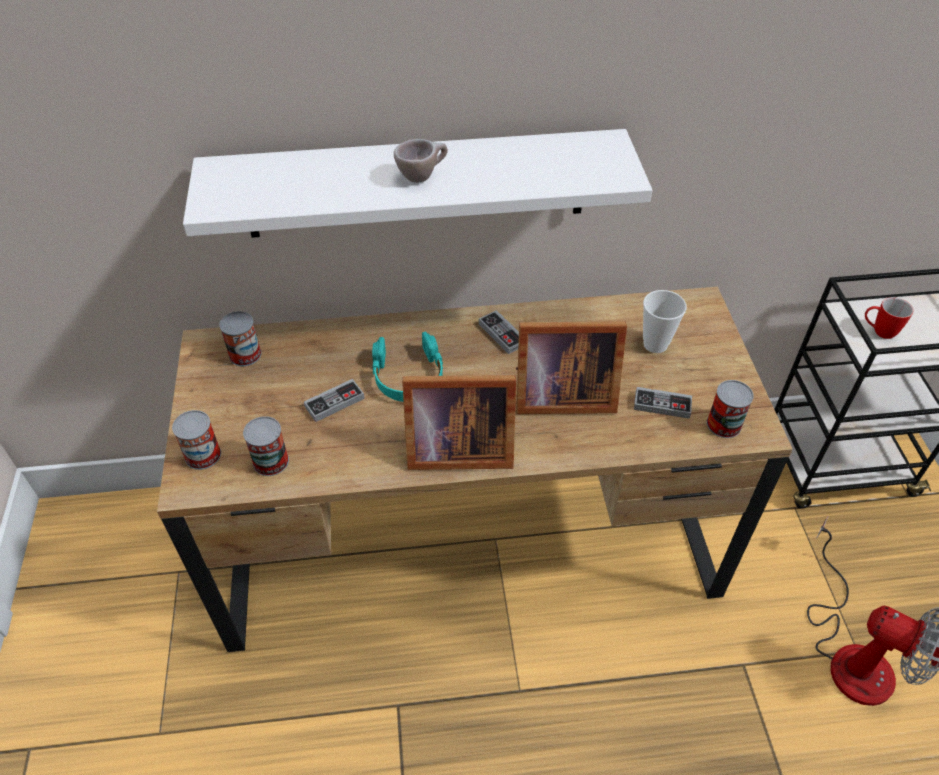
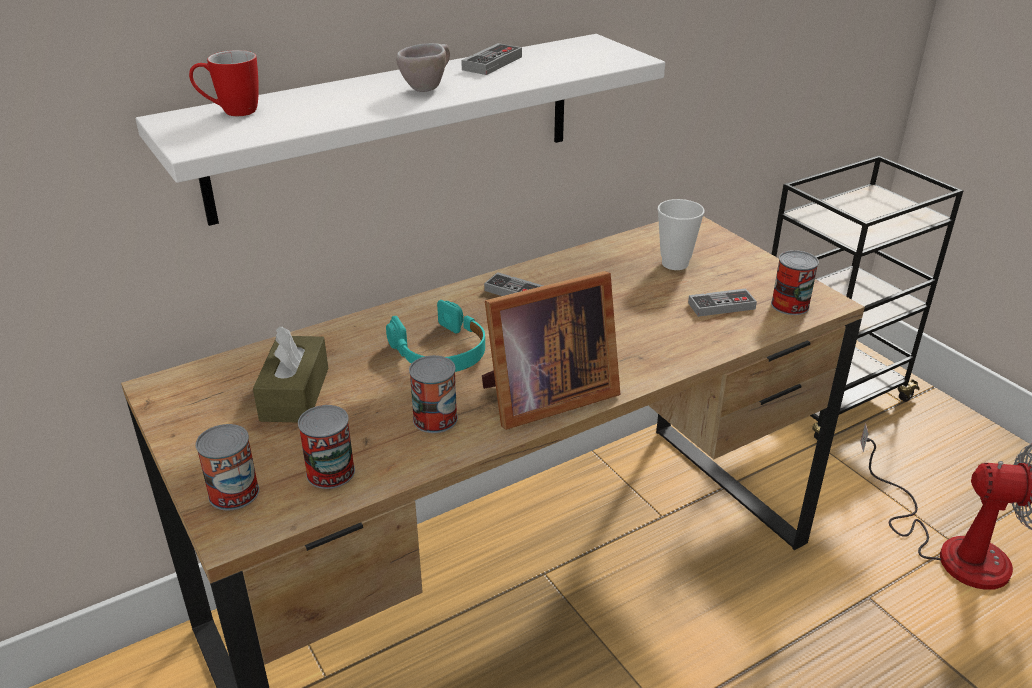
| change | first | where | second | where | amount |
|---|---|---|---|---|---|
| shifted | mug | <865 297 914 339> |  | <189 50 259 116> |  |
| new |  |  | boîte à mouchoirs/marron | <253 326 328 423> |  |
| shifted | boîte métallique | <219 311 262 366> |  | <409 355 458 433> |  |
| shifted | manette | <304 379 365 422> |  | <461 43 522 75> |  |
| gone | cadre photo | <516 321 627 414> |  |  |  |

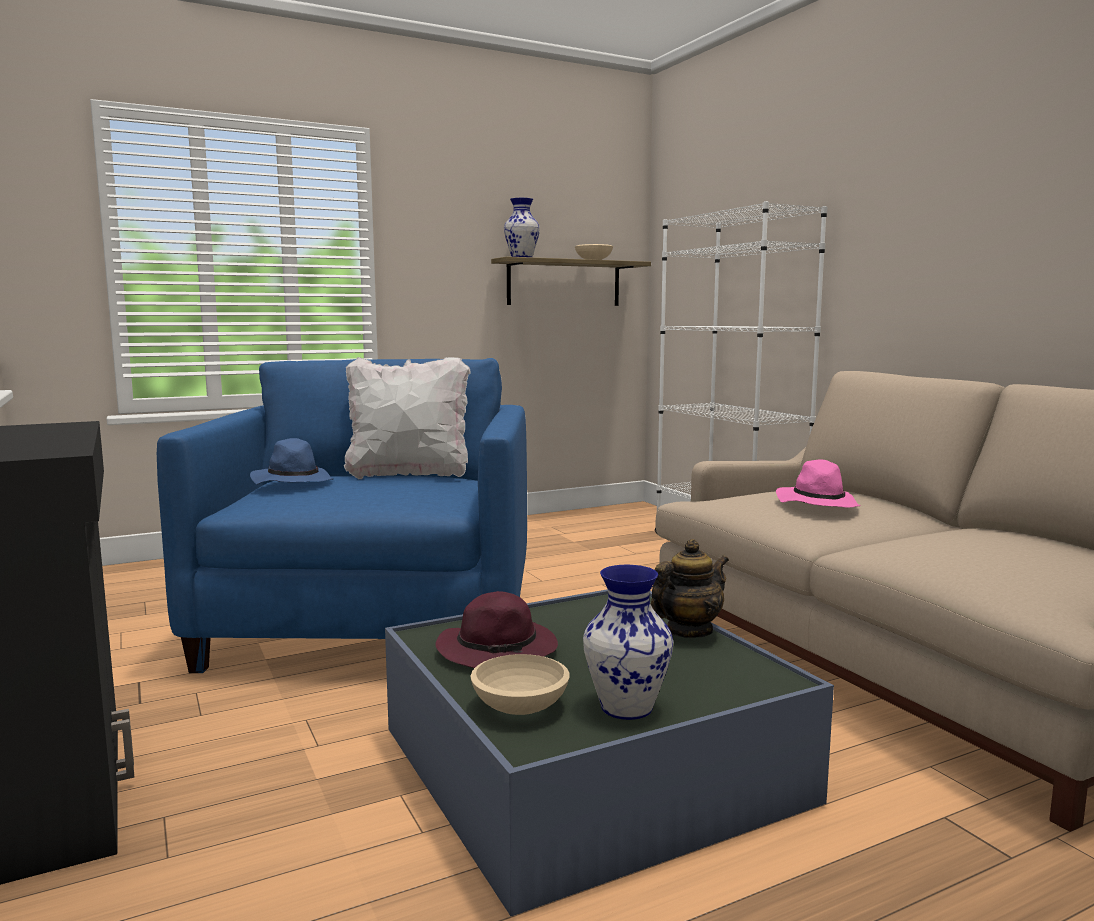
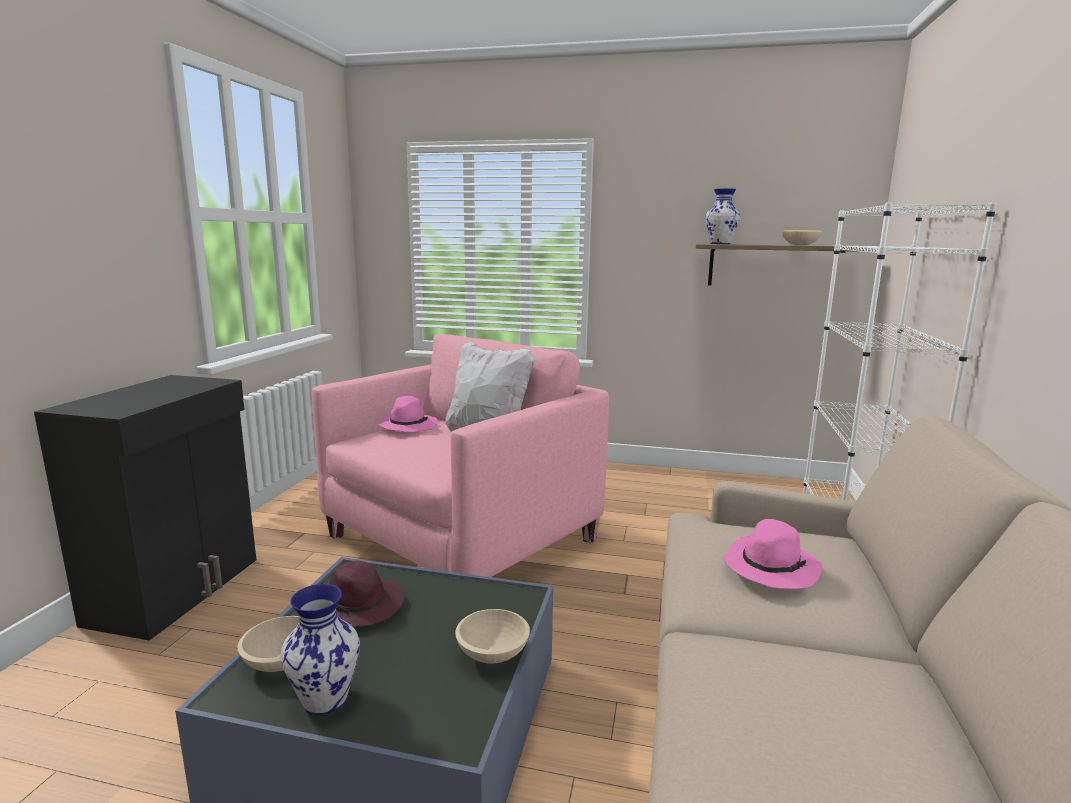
| change | first | where | second | where | amount |
|---|---|---|---|---|---|
| repainted | fauteuil/bleu | <157 358 527 673> | fauteuil/rose | <312 334 609 577> |  |
| repainted | chapeau/bleu | <250 438 334 485> | chapeau/rose | <378 396 437 432> |  |
| swapped | théière | <651 539 729 638> | bol/beige | <455 609 530 664> |  |

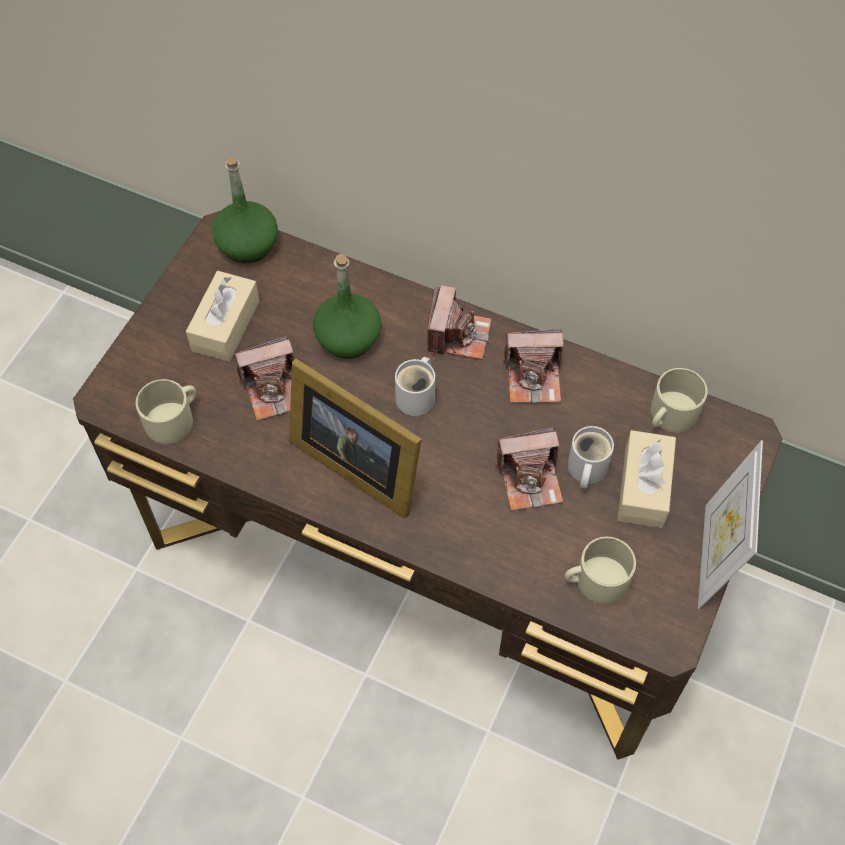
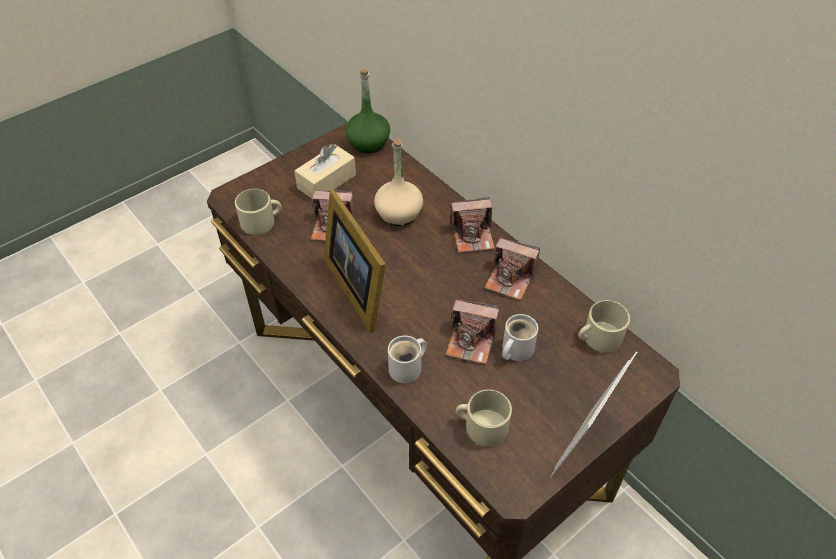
| change | first | where | second | where | amount |
|---|---|---|---|---|---|
| repainted | bouteille/vert | <313 254 381 359> | bouteille/beige | <374 139 423 226> |  |
| shifted | mug/blanc | <395 357 435 416> |  | <388 336 427 383> |  |
| rotated | appareil photo | <427 285 492 360> |  | <449 197 495 253> | 45 degrees clockwise |
| gone | boîte à mouchoirs/beige | <617 430 676 528> |  |  |  |

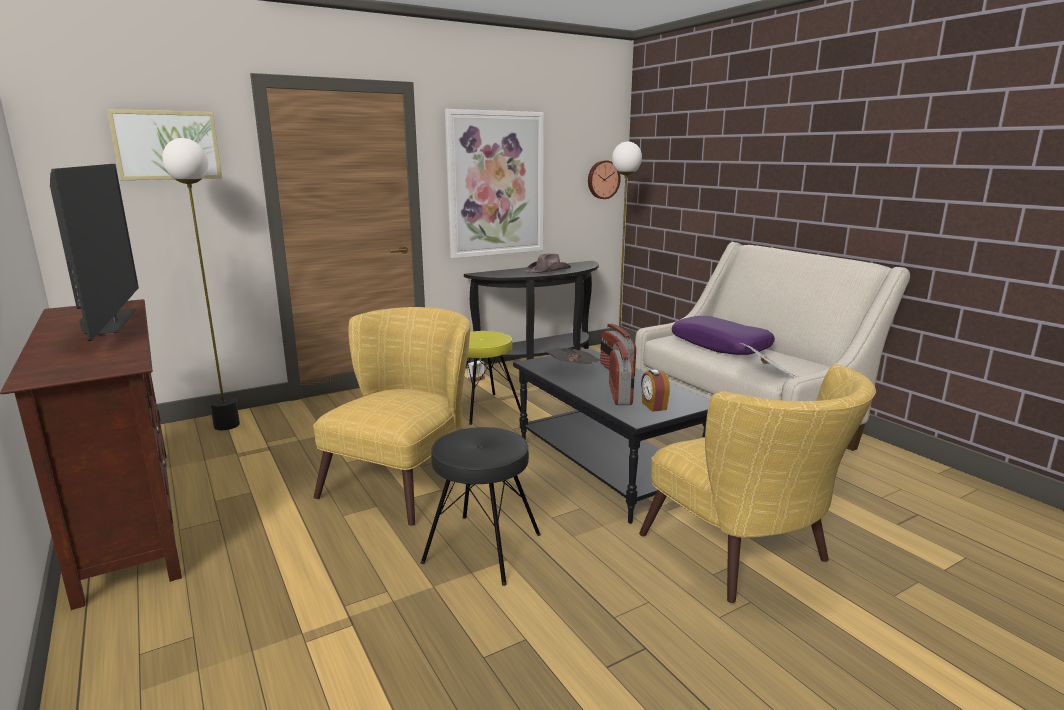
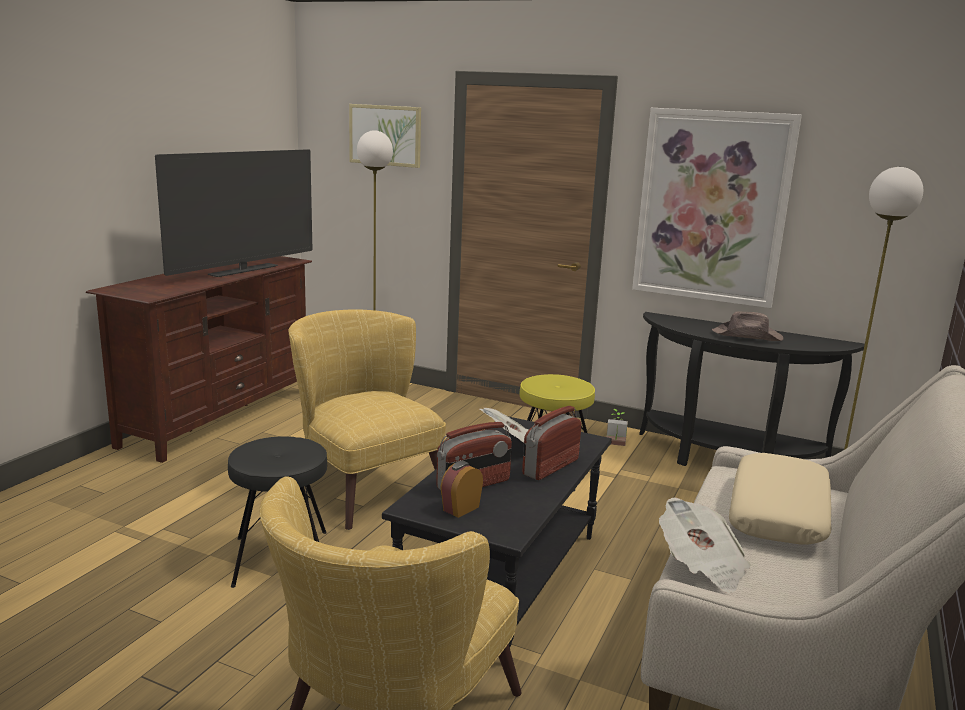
| change | first | where | second | where | amount |
|---|---|---|---|---|---|
| rotated | fauteuil/jaune | <313 307 471 526> |  | <288 309 446 530> | 120 degrees counterclockwise |
| repainted | coussin/violet | <672 316 775 355> | coussin/beige | <729 453 831 544> |  |
| gone | horloge murale | <588 160 621 199> |  |  |  |

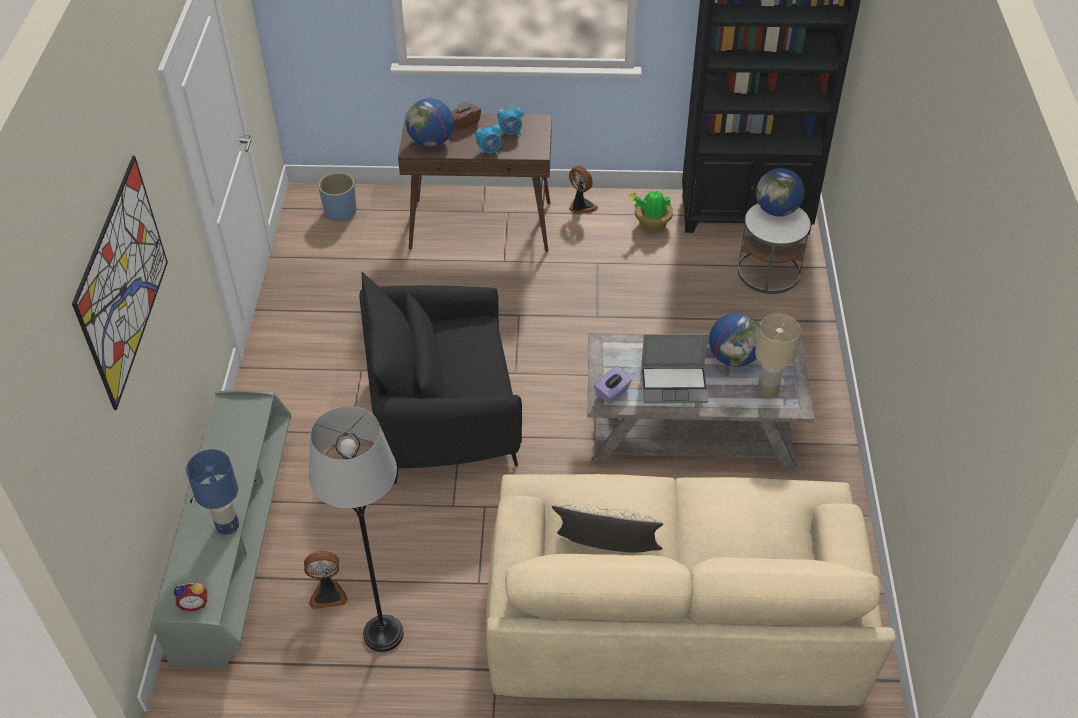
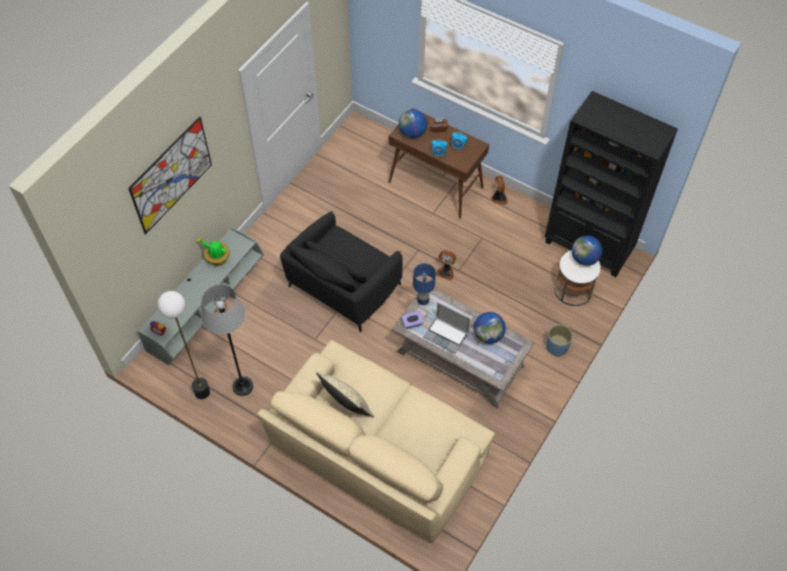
| change | first | where | second | where | amount |
|---|---|---|---|---|---|
| new |  |  | lampadaire | <157 291 210 399> |  |
| shifted | plante en pot | <629 189 673 232> |  | <197 237 230 266> |  |
| rotated | fauteuil/noir | <359 272 522 484> |  | <280 211 403 332> | 75 degrees counterclockwise |
| shifted | lampe de table/bleu | <186 449 239 535> |  | <413 263 436 305> |  |
| shifted | ventilateur | <304 551 347 609> |  | <436 250 456 280> |  |
| shifted | cache-pot/bleu | <318 173 357 221> |  | <546 324 573 357> |  |
| gone | lampe de table/beige | <755 314 801 398> |  |  |  |

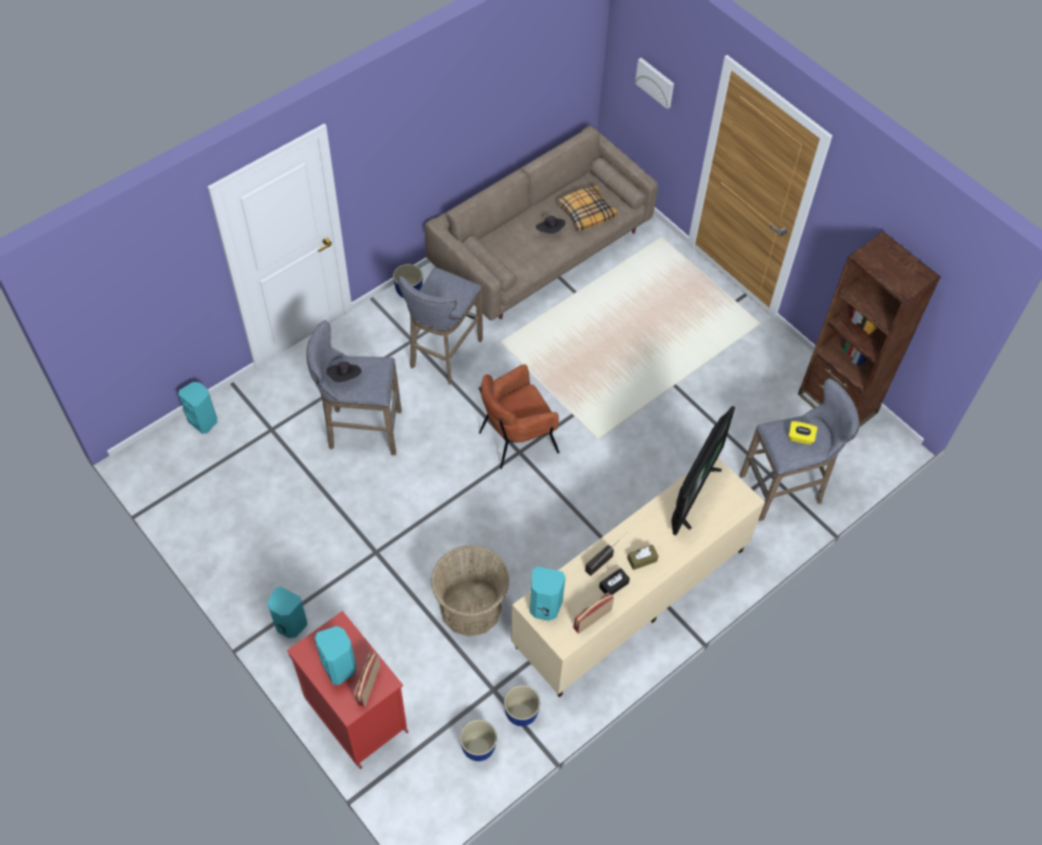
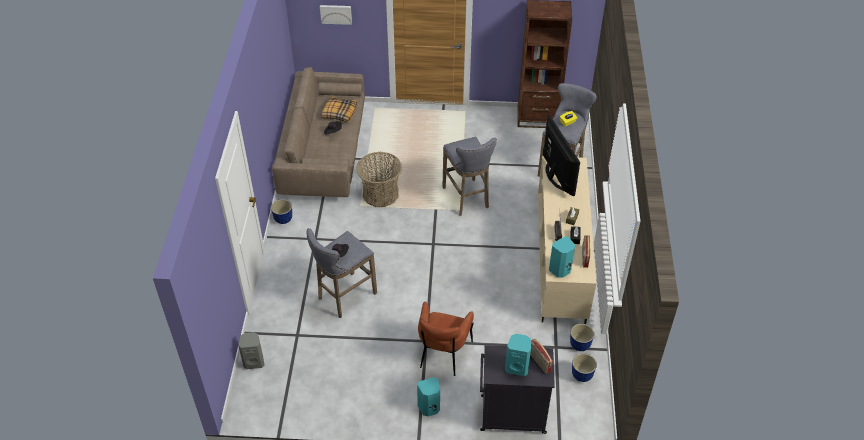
| change | first | where | second | where | amount |
|---|---|---|---|---|---|
| repainted | enceinte/turquoise | <178 382 217 434> | enceinte/gris | <238 332 264 369> |  |
| shifted | panier | <431 545 509 637> |  | <356 152 402 207> |  |
| shifted | fauteuil/marron | <479 365 559 469> |  | <418 301 474 376> |  |
| shifted | tabouret/gris | <398 267 483 384> |  | <443 137 497 216> |  |
| repainted | meuble de rangement/rouge | <287 611 409 769> | meuble de rangement/noir | <480 345 555 434> |  |

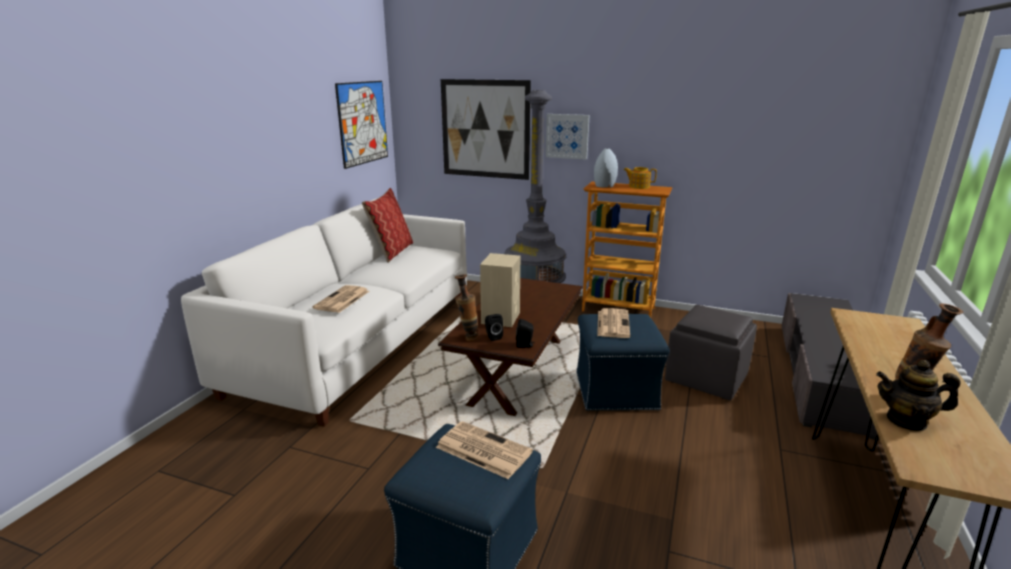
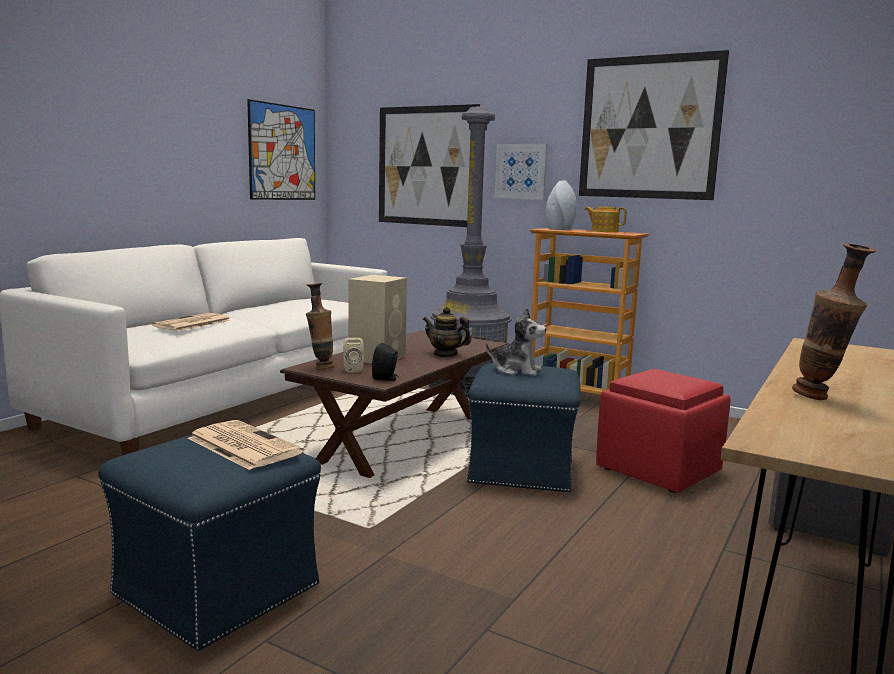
| change | first | where | second | where | amount |
|---|---|---|---|---|---|
| repainted | enceinte/noir | <485 314 503 341> | enceinte/beige | <343 338 364 373> |  |
| shifted | théière | <876 360 961 431> |  | <423 307 471 357> |  |
| swapped | journal | <597 308 630 338> | peluche | <486 308 546 376> |  |
| new |  |  | tableau | <579 50 729 200> |  |
| repainted | pouf/gris | <665 305 757 400> | pouf/rouge | <596 369 730 493> |  |
| gone | coussin | <362 188 413 263> |  |  |  |

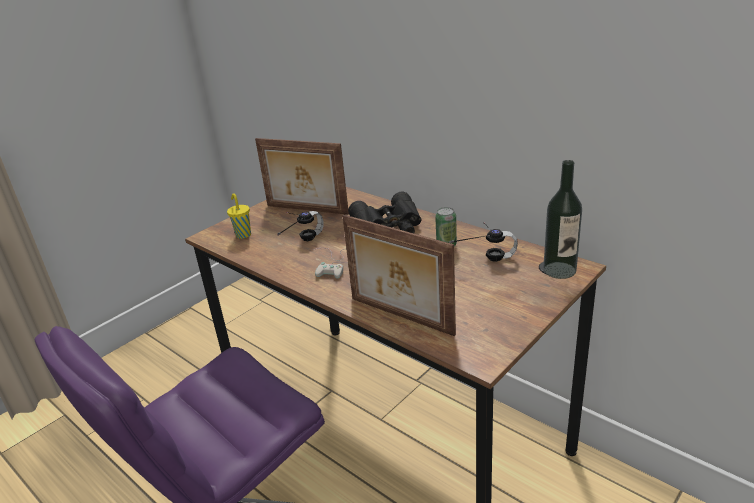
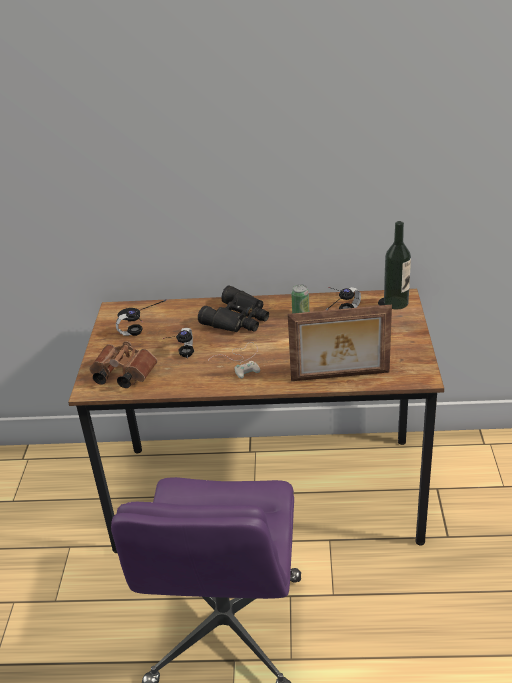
| change | first | where | second | where | amount |
|---|---|---|---|---|---|
| swapped | tasse/jaune | <227 193 251 239> | jumelles/marron | <89 341 157 388> |  |
| swapped | cadre photo | <255 138 349 215> | casque audio | <116 299 167 336> |  |

